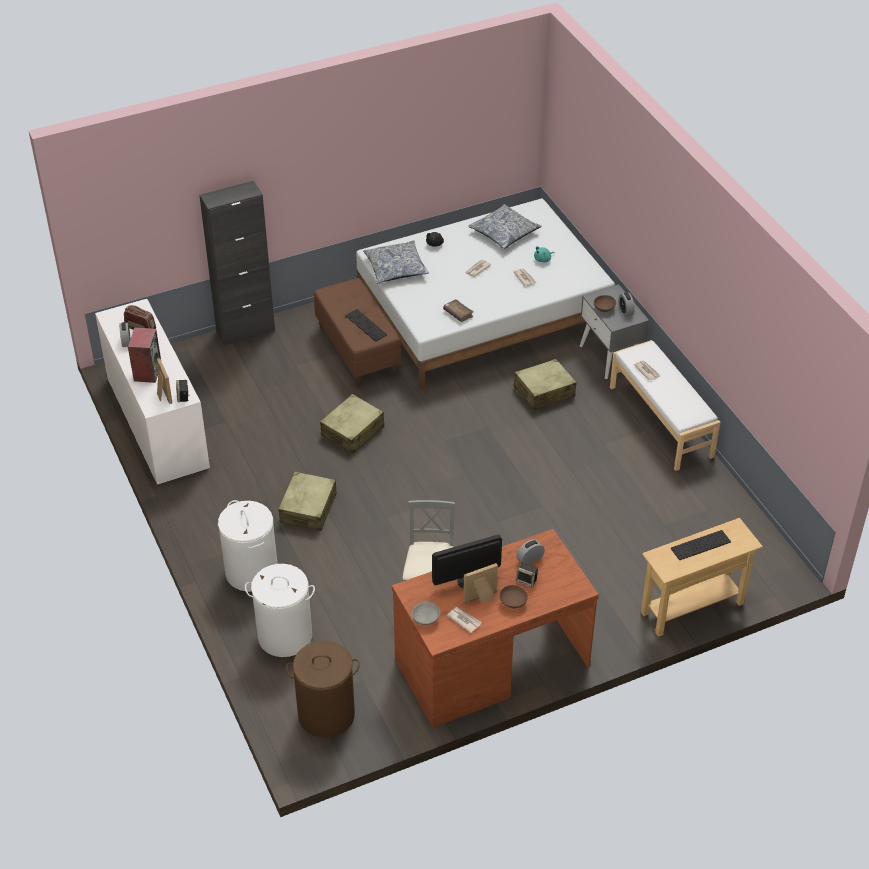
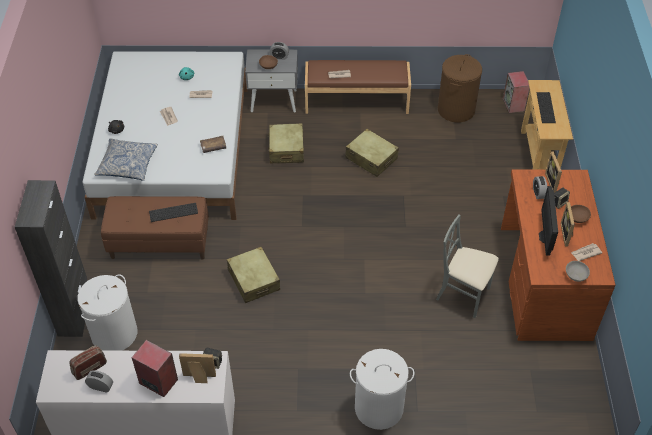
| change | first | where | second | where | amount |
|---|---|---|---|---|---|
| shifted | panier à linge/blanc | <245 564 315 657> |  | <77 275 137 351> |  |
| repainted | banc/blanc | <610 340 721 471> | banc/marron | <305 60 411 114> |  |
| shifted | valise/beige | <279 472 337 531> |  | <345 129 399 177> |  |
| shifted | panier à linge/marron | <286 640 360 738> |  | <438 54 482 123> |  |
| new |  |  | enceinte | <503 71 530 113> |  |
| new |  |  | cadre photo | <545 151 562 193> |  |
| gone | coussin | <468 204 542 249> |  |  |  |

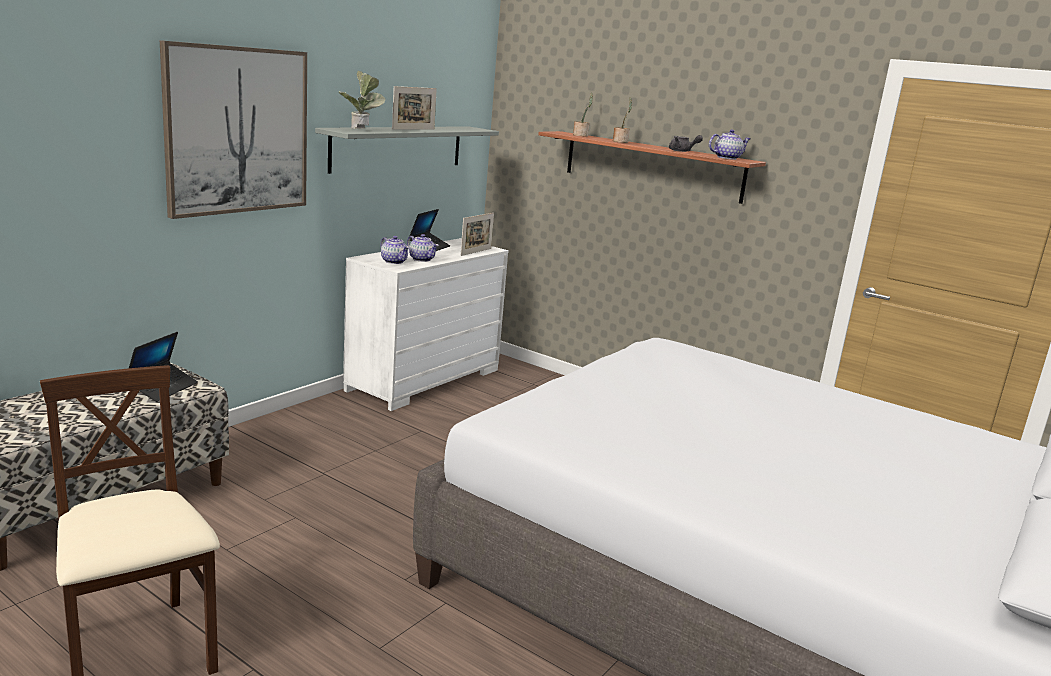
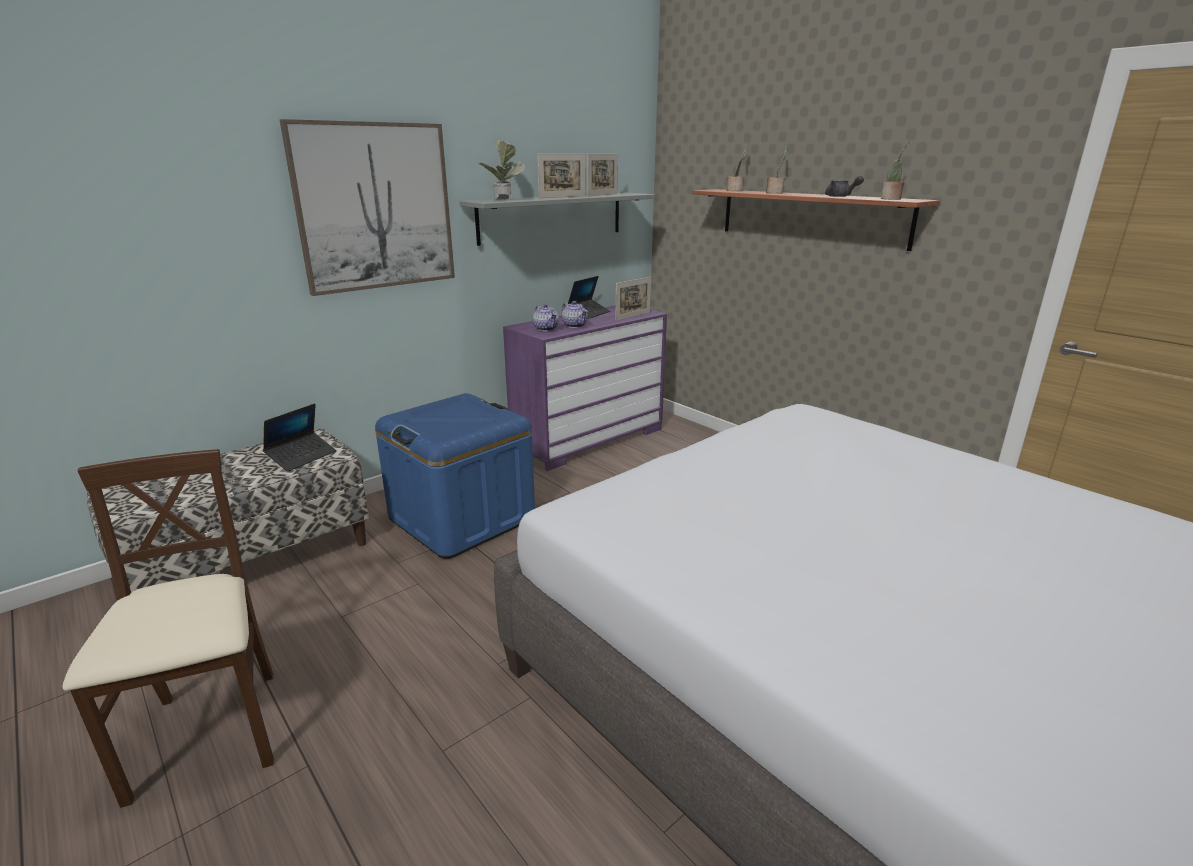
| change | first | where | second | where | amount |
|---|---|---|---|---|---|
| new |  |  | boîte de rangement/bleu | <375 393 535 559> |  |
| repainted | commode/blanc | <343 238 509 411> | commode/violet | <503 305 667 471> |  |
| new |  |  | cadre photo | <587 154 618 197> |  |
| swapped | théière | <709 130 750 160> | plante en pot | <881 141 909 200> |  |

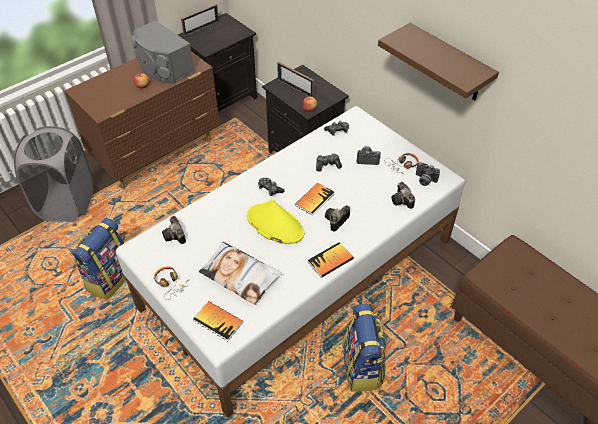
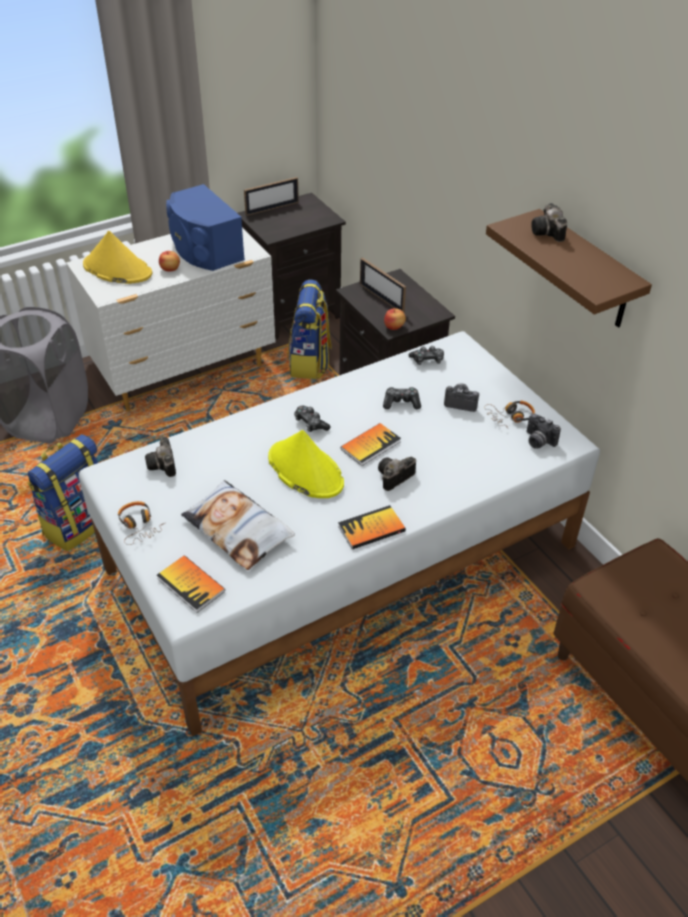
| change | first | where | second | where | amount |
|---|---|---|---|---|---|
| repainted | commode/marron | <64 51 220 190> | commode/blanc | <66 227 276 412> |  |
| new |  |  | chapeau/jaune | <83 231 152 284> |  |
| repainted | enceinte/gris | <131 20 194 84> | enceinte/bleu | <166 184 245 271> |  |
| shifted | sac à dos | <342 304 386 392> |  | <287 280 332 379> |  |
| shifted | appareil photo | <392 182 415 209> |  | <531 203 567 242> |  |

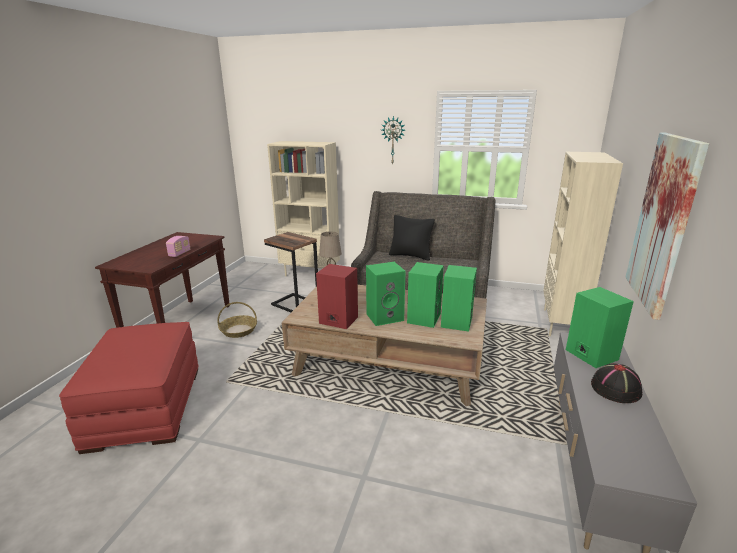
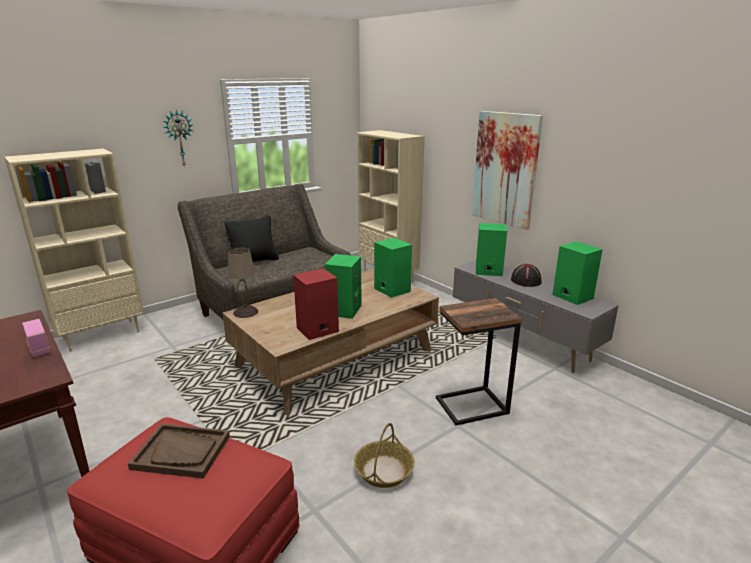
| change | first | where | second | where | amount |
|---|---|---|---|---|---|
| new |  |  | plateau/marron | <128 424 230 479> |  |
| shifted | panier | <217 302 257 338> |  | <354 423 415 488> |  |
| shifted | table d'appoint | <264 232 318 312> |  | <436 298 522 425> |  |
| shifted | enceinte/vert | <407 262 444 328> |  | <552 241 603 305> |  |

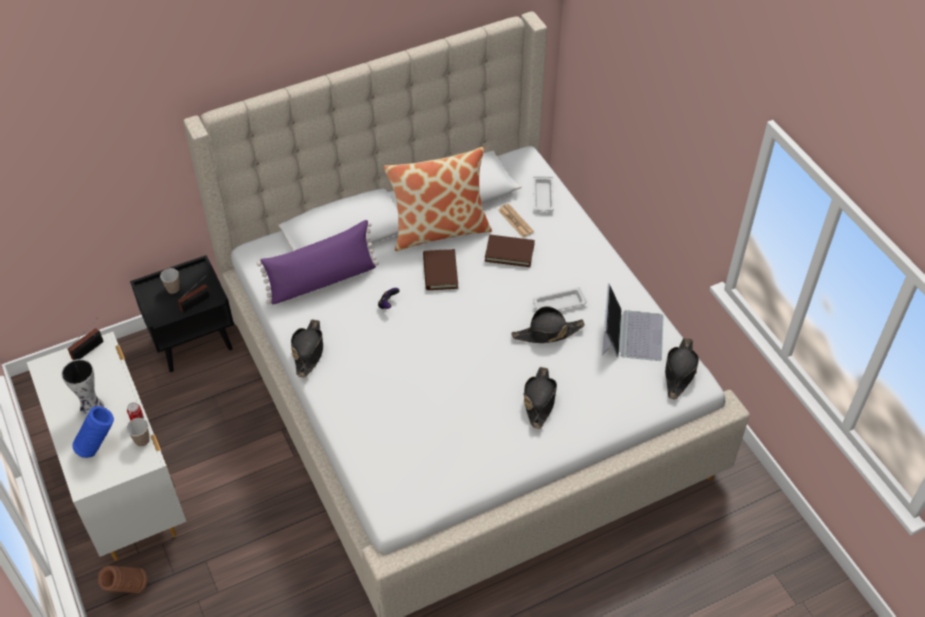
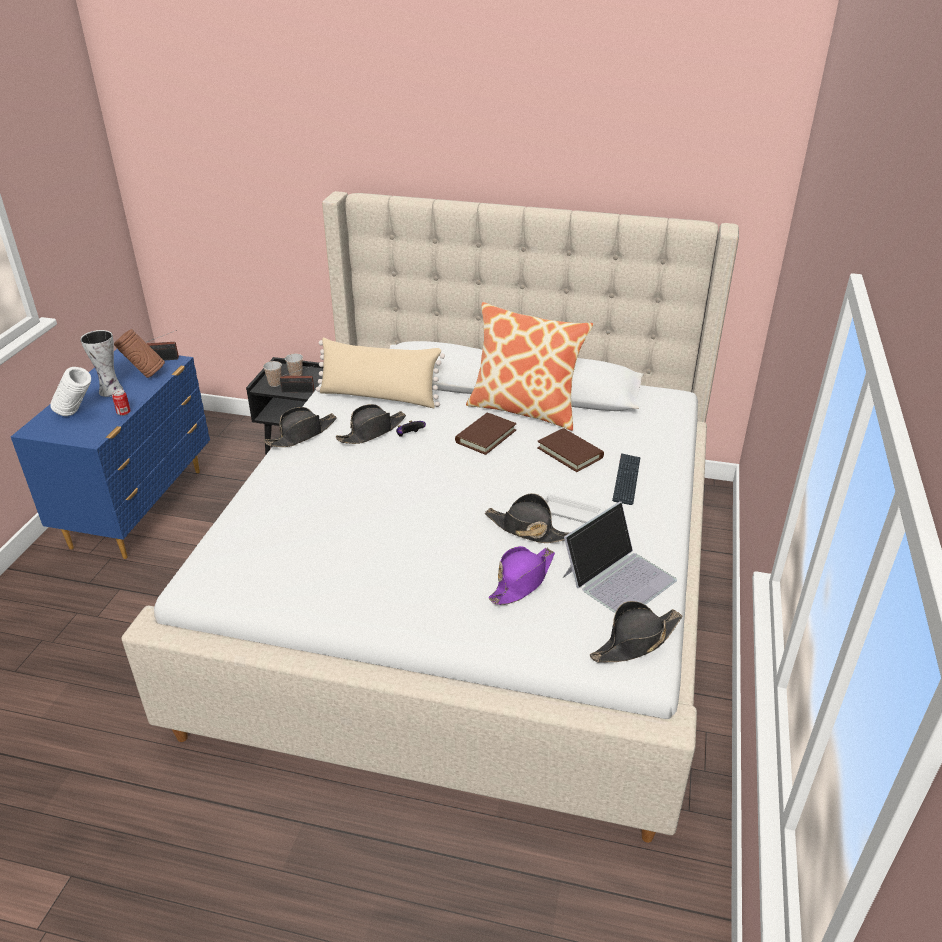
| change | first | where | second | where | amount |
|---|---|---|---|---|---|
| repainted | commode/blanc | <27 332 186 561> | commode/bleu | <11 349 210 559> |  |
| repainted | vase/bleu | <72 406 114 458> | vase/blanc | <50 367 91 416> |  |
| shifted | vase/marron | <98 566 147 593> |  | <114 329 165 378> |  |
| shifted | tasse | <126 418 150 447> |  | <263 361 282 387> |  |
| repainted | coussin/violet | <257 220 379 305> | coussin/beige | <316 338 445 408> |  |
| shifted | chapeau/noir | <523 367 557 429> |  | <336 404 406 444> |  |
| new |  |  | chapeau/violet | <488 546 555 605> |  |
| new |  |  | clavier | <612 453 641 505> |  |
| gone | journal | <498 204 534 237> |  |  |  |
| gone | plateau/blanc | <533 176 554 213> |  |  |  |

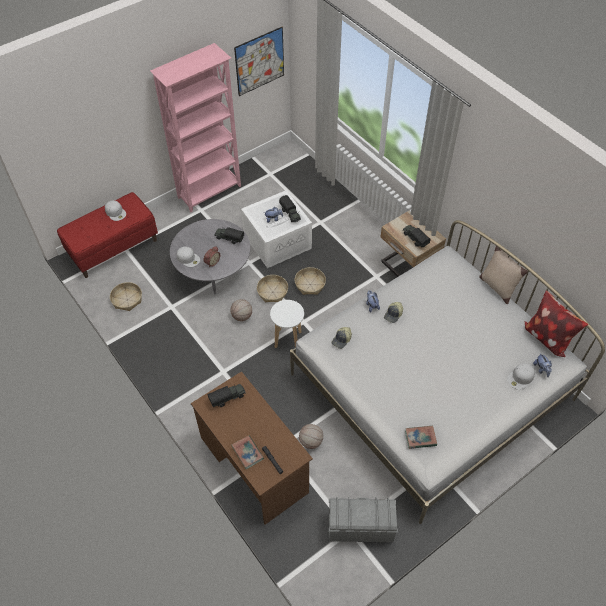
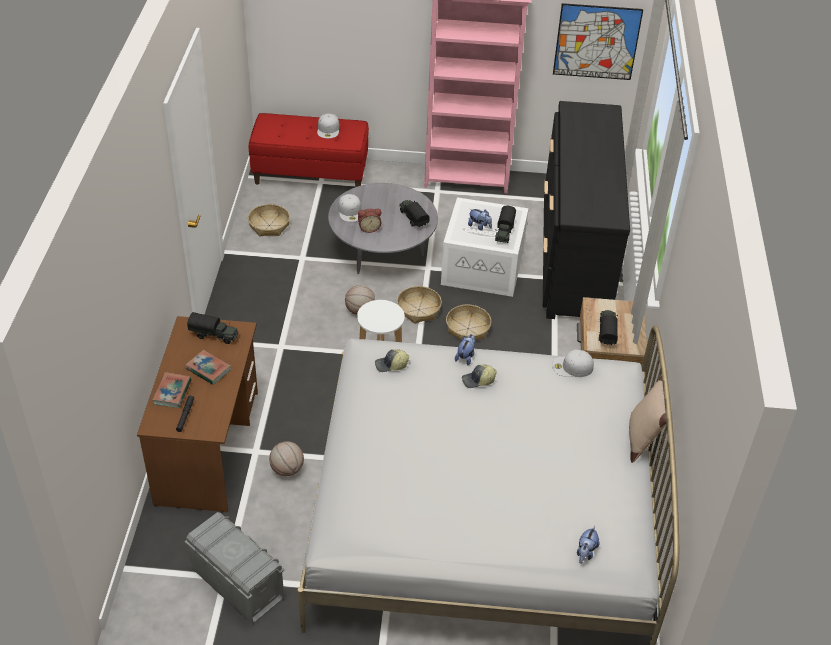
| change | first | where | second | where | amount |
|---|---|---|---|---|---|
| shifted | livre | <405 426 437 449> |  | <185 350 231 385> |  |
| new |  |  | commode/noir | <543 101 630 319> |  |
| shifted | casquette/blanc | <507 363 535 390> |  | <552 349 594 377> |  |
| gone | coussin | <524 290 588 357> |  |  |  |

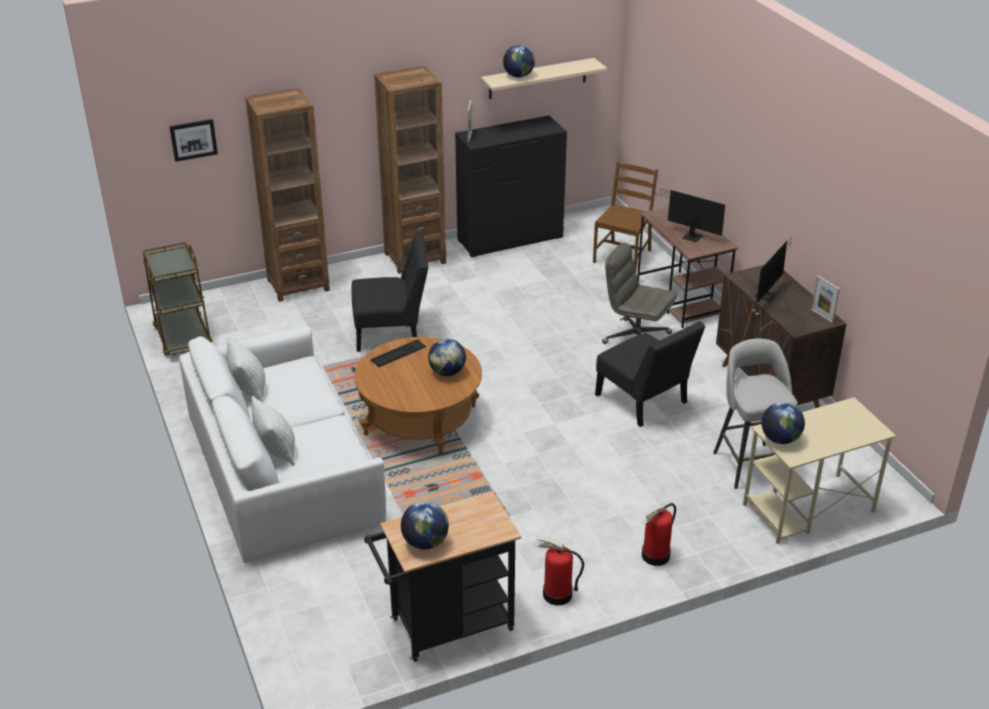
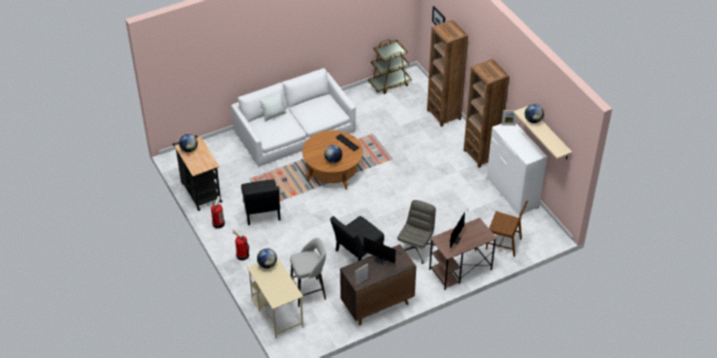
| change | first | where | second | where | amount |
|---|---|---|---|---|---|
| shifted | chaise/noir | <352 235 429 352> |  | <241 179 281 225> |  |
| repainted | commode/noir | <455 116 567 257> | commode/blanc | <487 123 547 215> |  |
| gone | coussin | <227 336 265 402> |  |  |  |

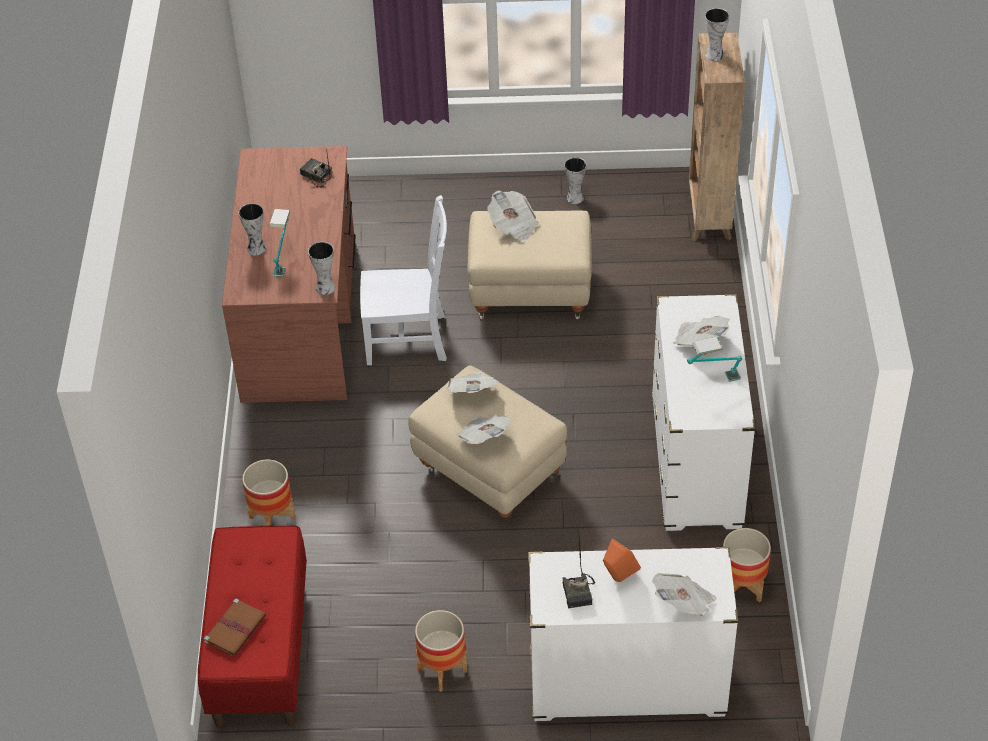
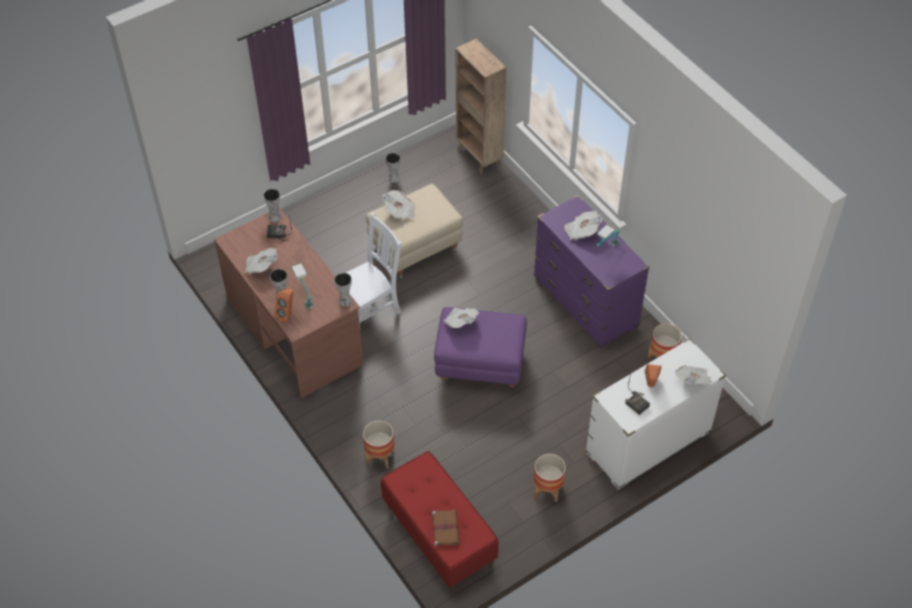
| change | first | where | second | where | amount |
|---|---|---|---|---|---|
| shifted | journal | <457 415 512 444> |  | <245 248 277 273> |  |
| shifted | vase | <705 8 730 61> |  | <263 189 282 222> |  |
| new |  |  | enceinte/orange | <274 288 293 323> |  |
| repainted | pouf/beige | <408 365 567 519> | pouf/violet | <434 307 527 388> |  |
| repainted | commode/blanc | <652 294 756 531> | commode/violet | <534 195 650 349> |  |

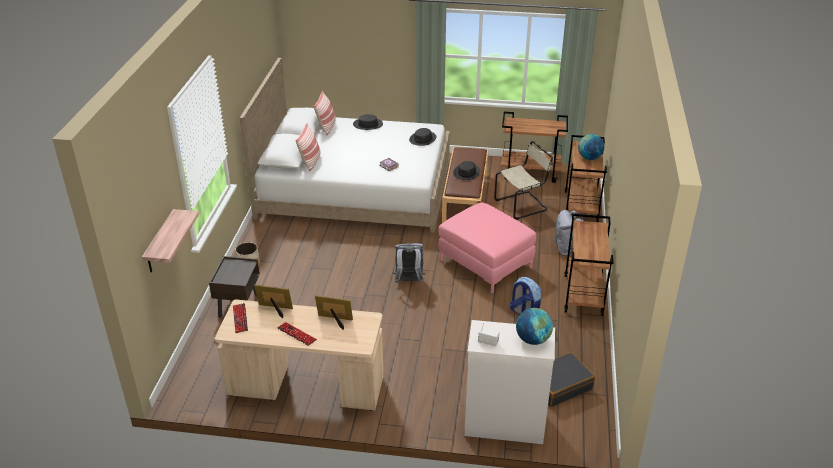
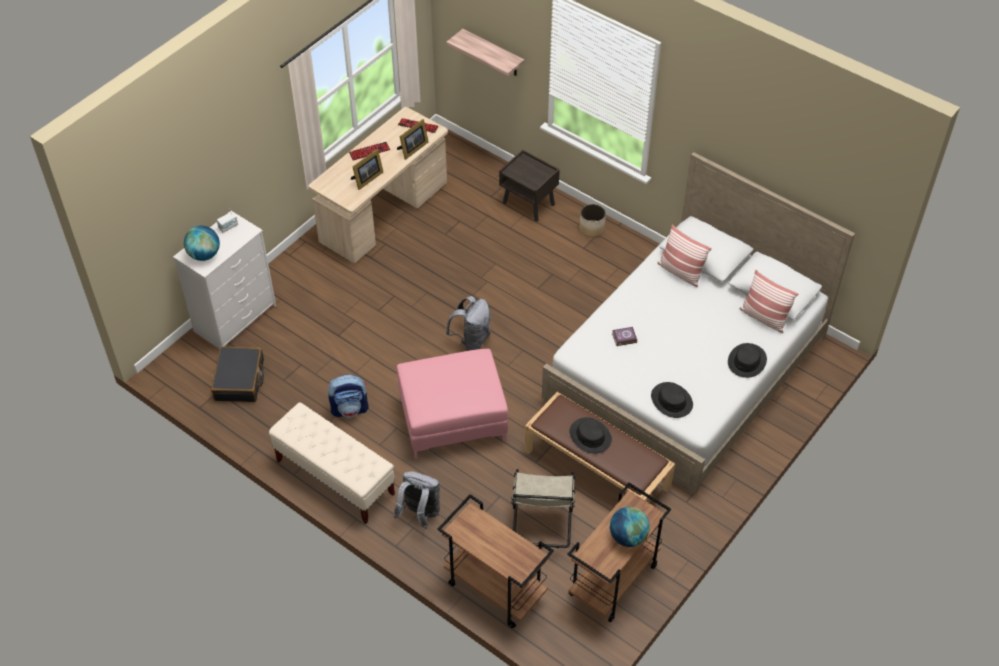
| change | first | where | second | where | amount |
|---|---|---|---|---|---|
| swapped | chariot/marron | <564 214 613 316> | banc/beige | <269 402 395 524> |  |
| shifted | globe | <578 134 604 160> |  | <610 507 650 547> |  |

